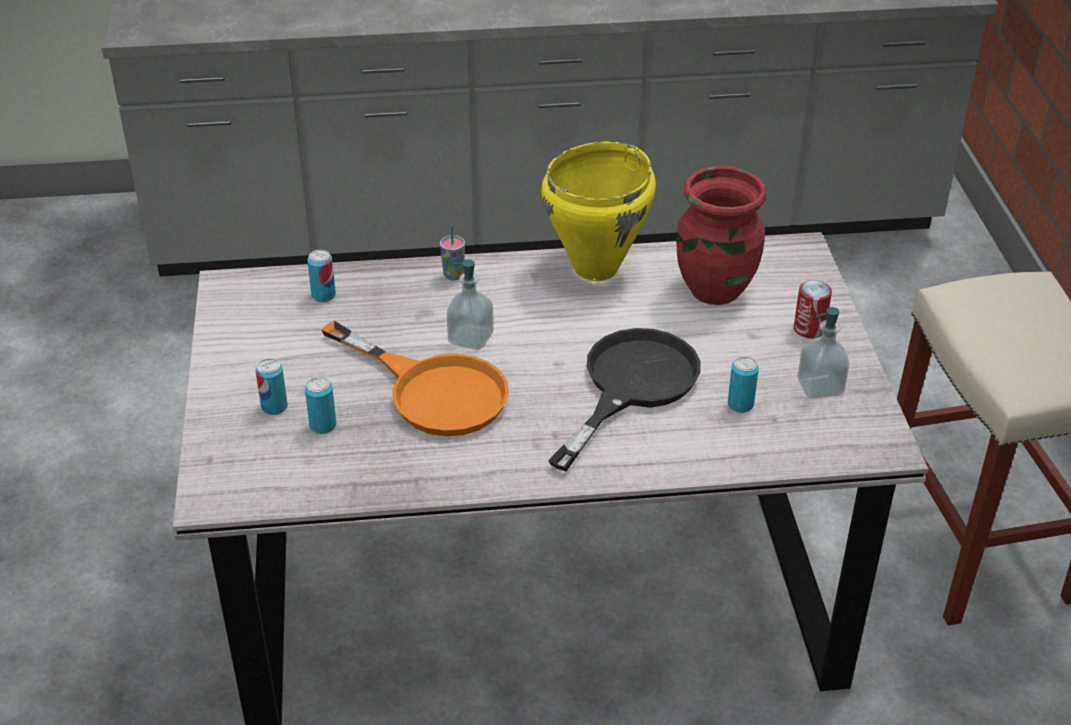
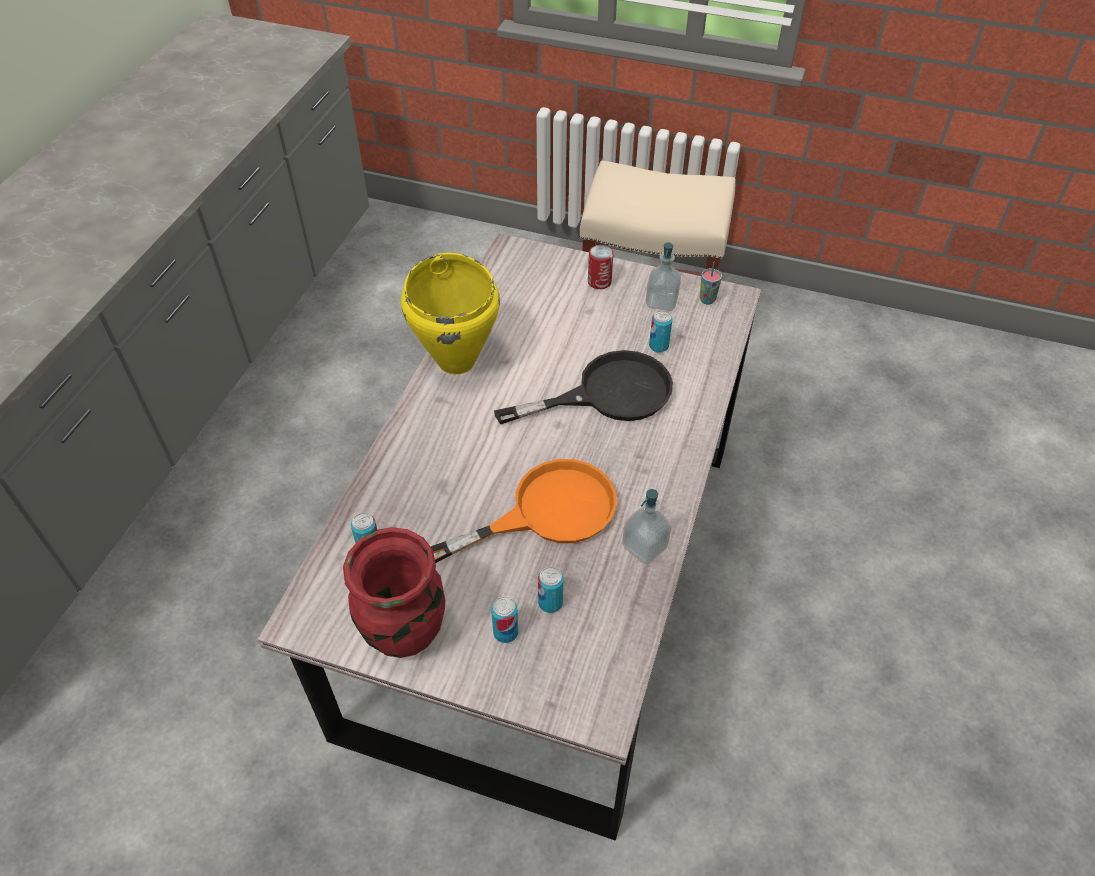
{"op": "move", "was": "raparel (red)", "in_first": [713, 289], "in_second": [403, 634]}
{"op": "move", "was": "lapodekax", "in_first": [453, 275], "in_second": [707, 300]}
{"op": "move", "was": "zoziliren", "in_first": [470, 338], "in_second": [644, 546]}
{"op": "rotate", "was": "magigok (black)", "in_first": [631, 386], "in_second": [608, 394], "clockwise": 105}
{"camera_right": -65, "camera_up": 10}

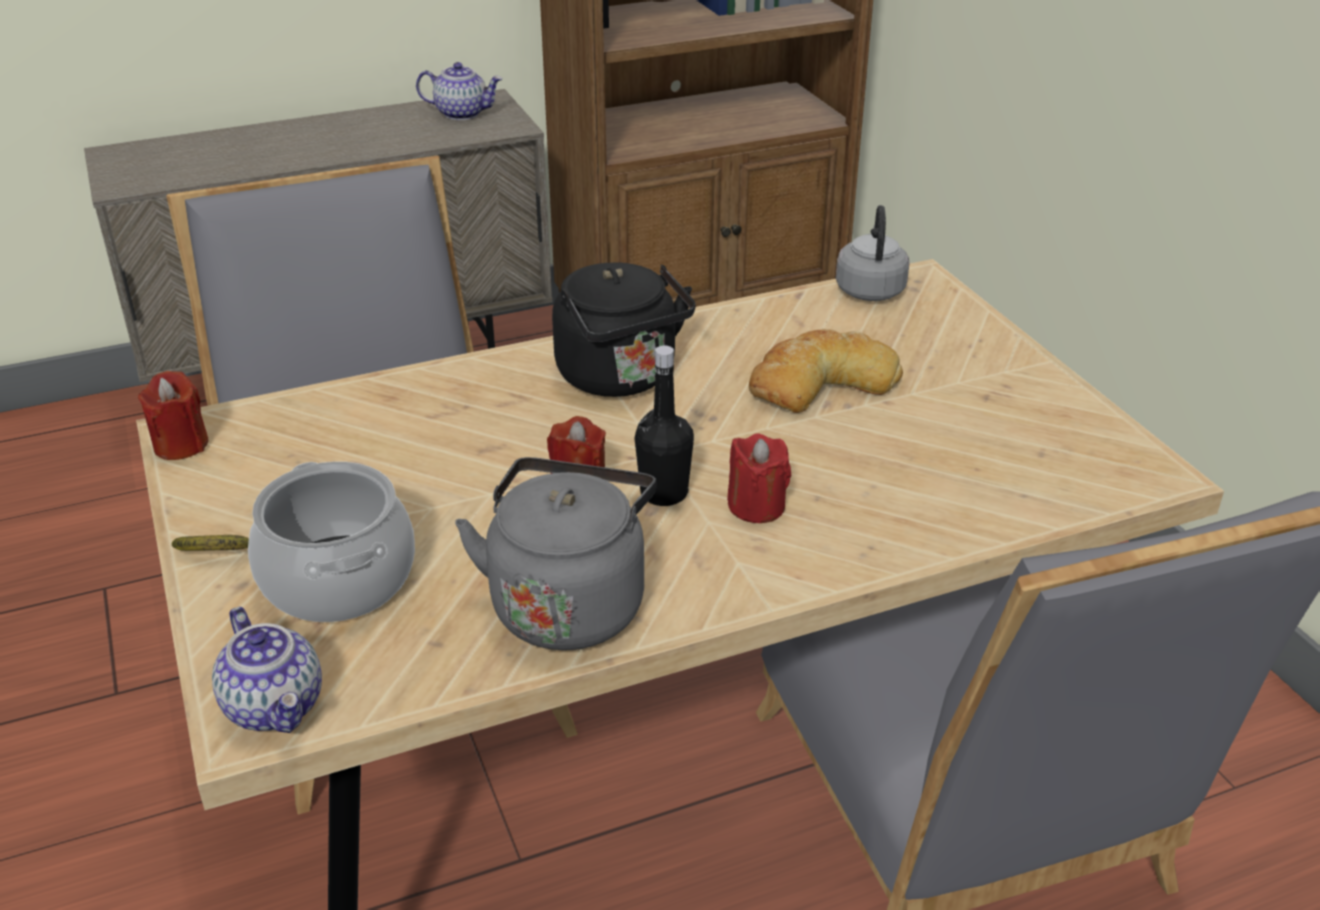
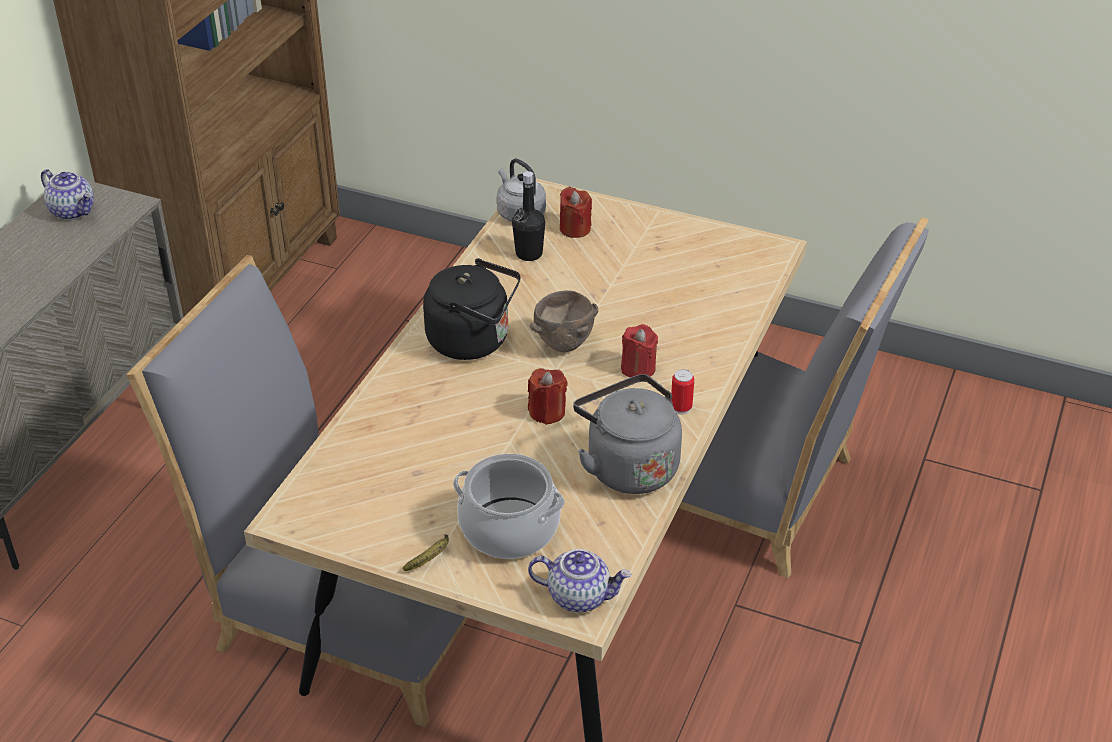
{"op": "rotate", "was": "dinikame", "in_first": [462, 113], "in_second": [73, 211], "clockwise": 75}
{"op": "delete", "was": "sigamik", "in_first": [820, 382]}
{"op": "move", "was": "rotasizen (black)", "in_first": [664, 493], "in_second": [529, 254]}
{"op": "move", "was": "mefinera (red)", "in_first": [181, 445], "in_second": [575, 229]}
{"op": "insert", "now": "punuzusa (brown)", "in_second": [564, 345]}
{"op": "insert", "now": "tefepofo", "in_second": [681, 407]}
{"camera_right": -45, "camera_up": 5}

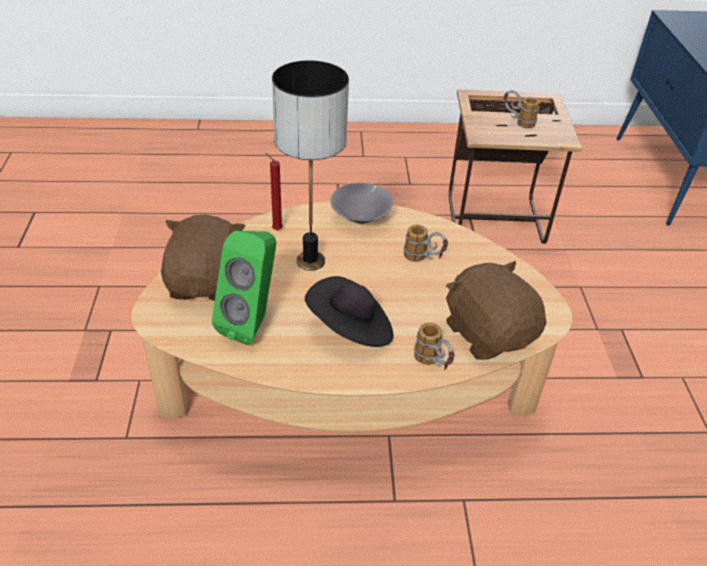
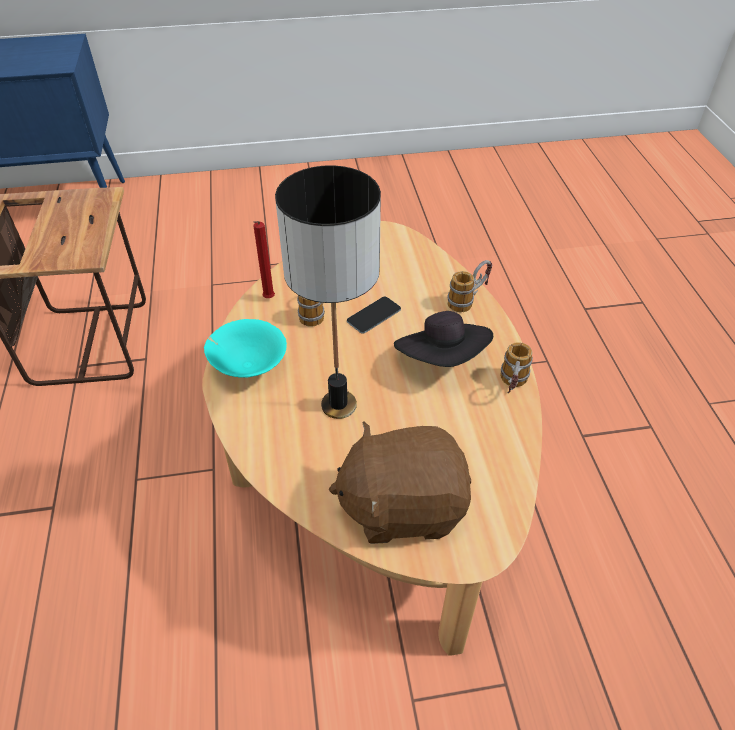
{"op": "move", "was": "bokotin", "in_first": [517, 122], "in_second": [512, 386]}
{"op": "move", "was": "mefinera (red)", "in_first": [275, 229], "in_second": [268, 299]}
{"op": "recolor", "was": "punuzusa (grey)", "now": "punuzusa (turquoise)", "in_first": [362, 219], "in_second": [247, 366]}
{"op": "delete", "was": "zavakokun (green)", "in_first": [252, 323]}
{"op": "delete", "was": "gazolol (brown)", "in_first": [488, 333]}
{"op": "insert", "now": "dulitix", "in_second": [374, 315]}
{"camera_right": -95, "camera_up": 5}

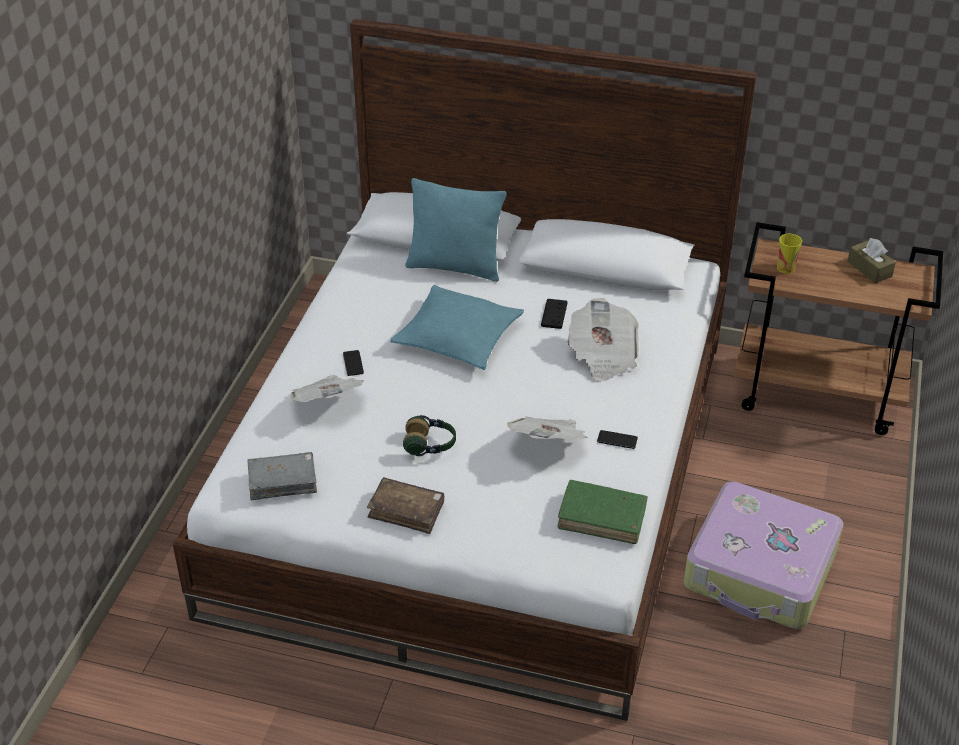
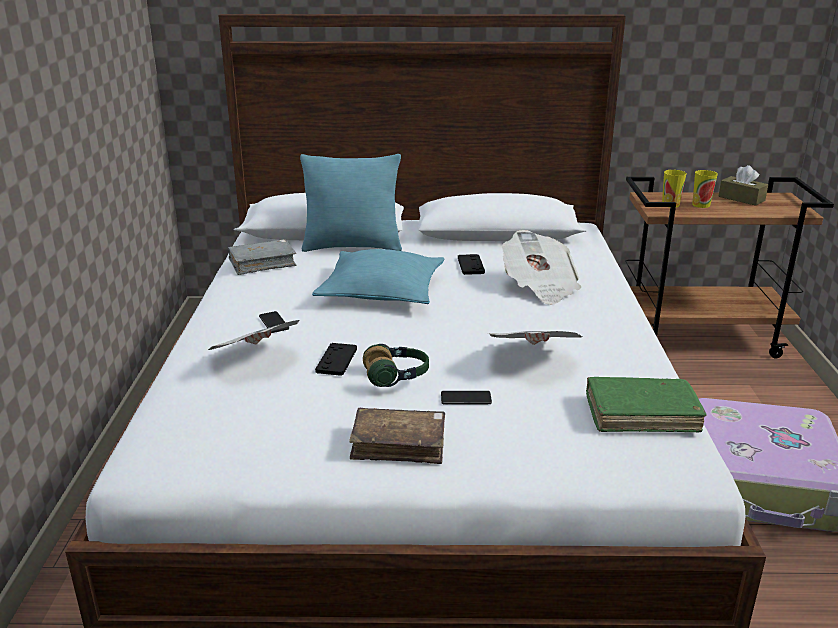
{"op": "move", "was": "dulitix", "in_first": [617, 440], "in_second": [466, 398]}
{"op": "move", "was": "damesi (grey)", "in_first": [282, 482], "in_second": [262, 264]}
{"op": "insert", "now": "lapodekax", "in_second": [701, 205]}
{"op": "insert", "now": "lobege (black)", "in_second": [336, 360]}
{"camera_right": -15, "camera_up": -15}

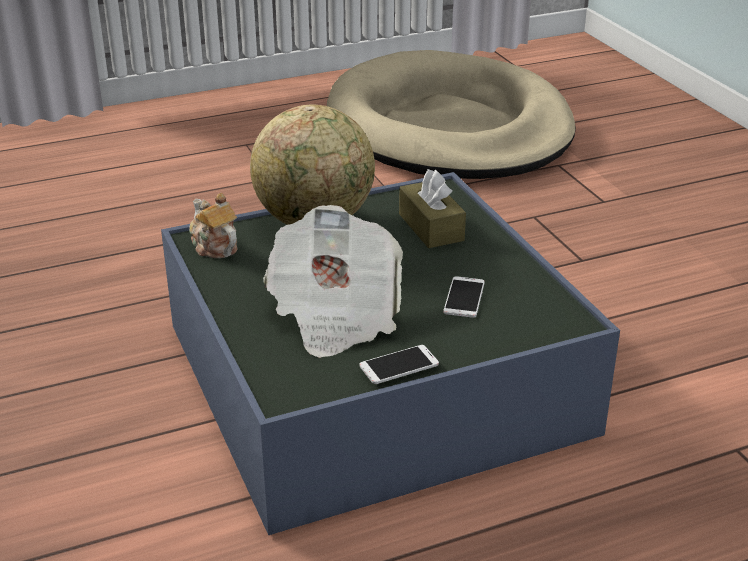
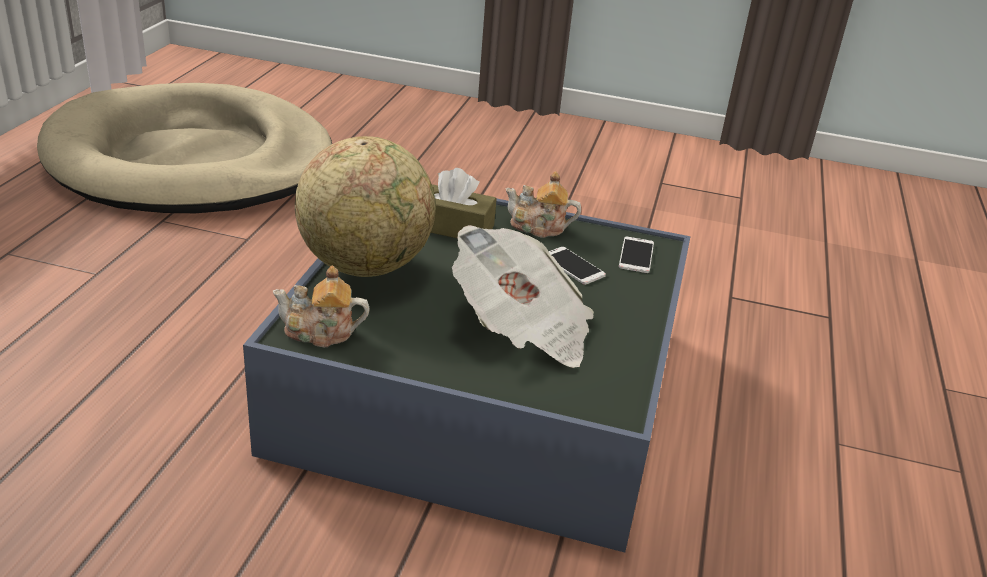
{"op": "move", "was": "dulitix", "in_first": [399, 365], "in_second": [636, 255]}
{"op": "insert", "now": "dinikame", "in_second": [539, 227]}
{"camera_right": -55, "camera_up": 0}

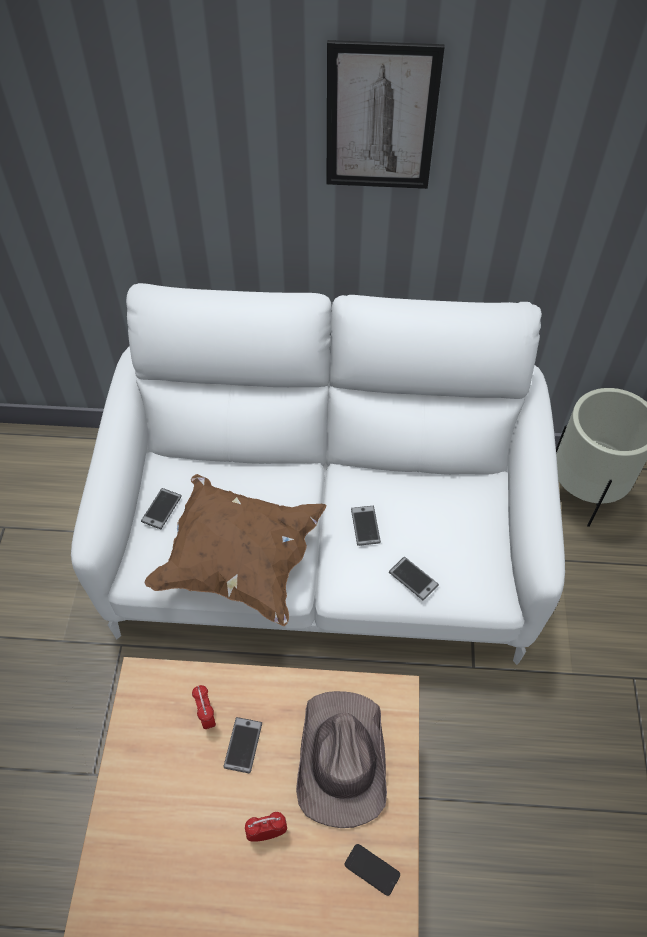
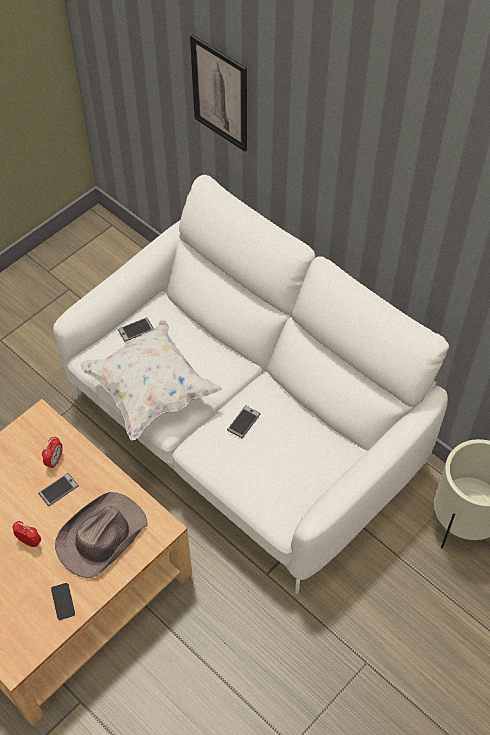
{"op": "move", "was": "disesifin", "in_first": [381, 118], "in_second": [220, 93]}
{"op": "recolor", "was": "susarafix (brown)", "now": "susarafix (white)", "in_first": [239, 561], "in_second": [150, 391]}
{"op": "delete", "was": "dulitix", "in_first": [413, 578]}
{"camera_right": 40, "camera_up": 0}

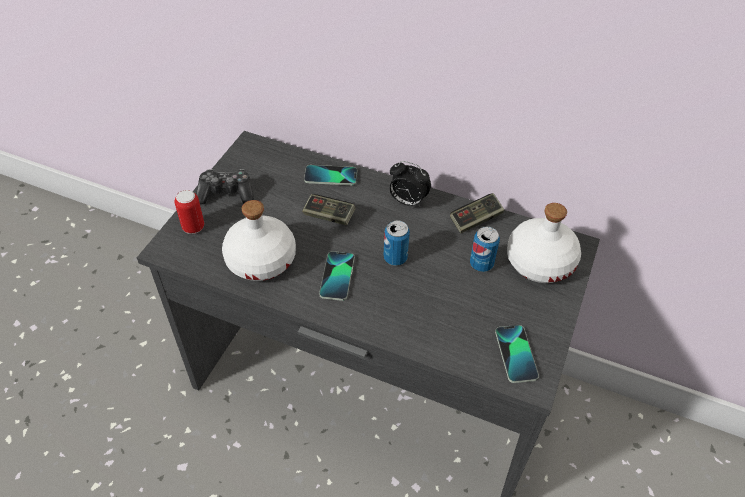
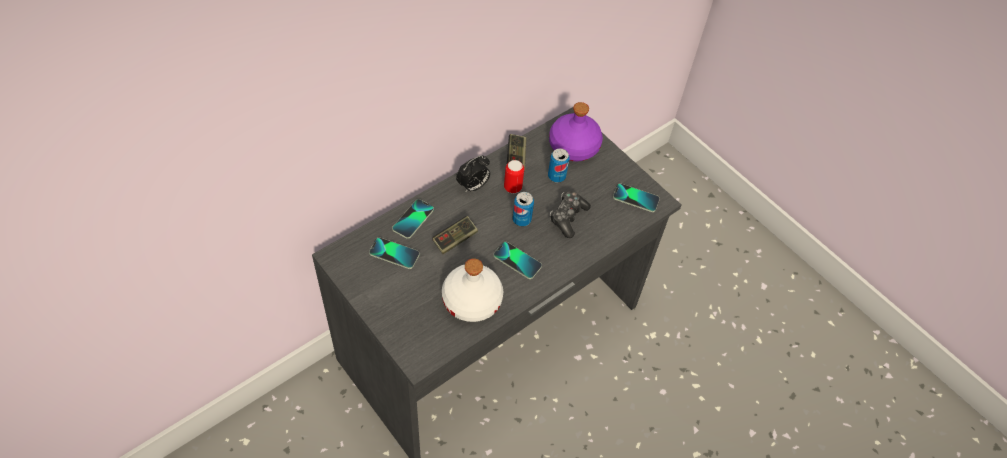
{"op": "move", "was": "lobege", "in_first": [226, 193], "in_second": [568, 217]}
{"op": "move", "was": "tefepofo", "in_first": [193, 227], "in_second": [512, 188]}
{"op": "recolor", "was": "rotasizen (white)", "now": "rotasizen (purple)", "in_first": [539, 261], "in_second": [573, 146]}
{"op": "insert", "now": "dulitix", "in_second": [394, 253]}
{"camera_right": -65, "camera_up": 5}

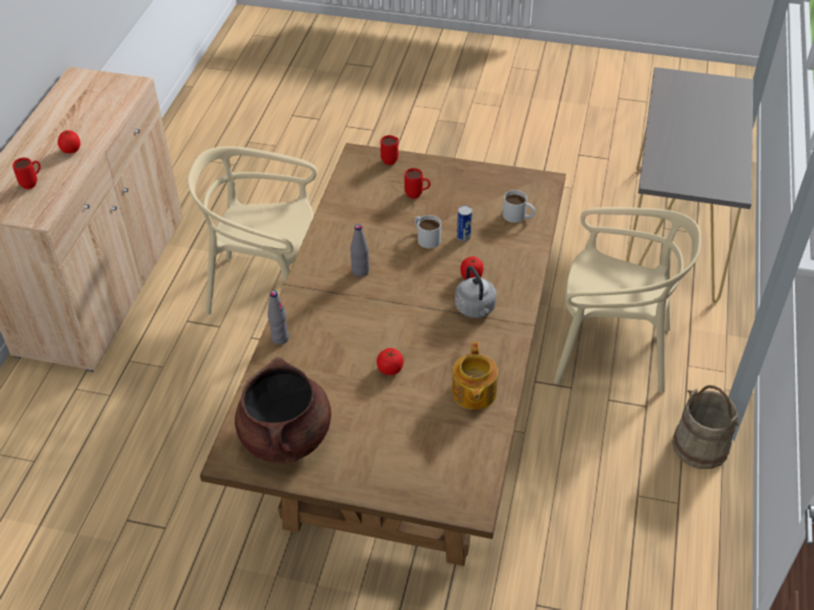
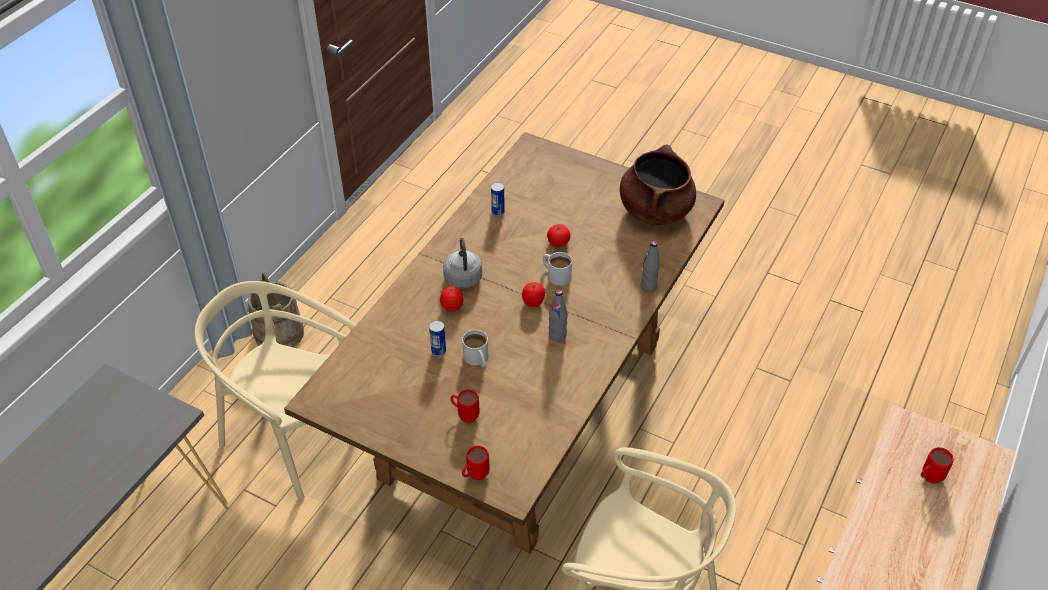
{"op": "move", "was": "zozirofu", "in_first": [71, 151], "in_second": [533, 302]}
{"op": "move", "was": "bokotin (white)", "in_first": [518, 216], "in_second": [555, 274]}
{"op": "replace", "was": "dinikame", "now": "tefepofo", "in_first": [473, 393], "in_second": [498, 212]}
{"camera_right": -165, "camera_up": 0}

